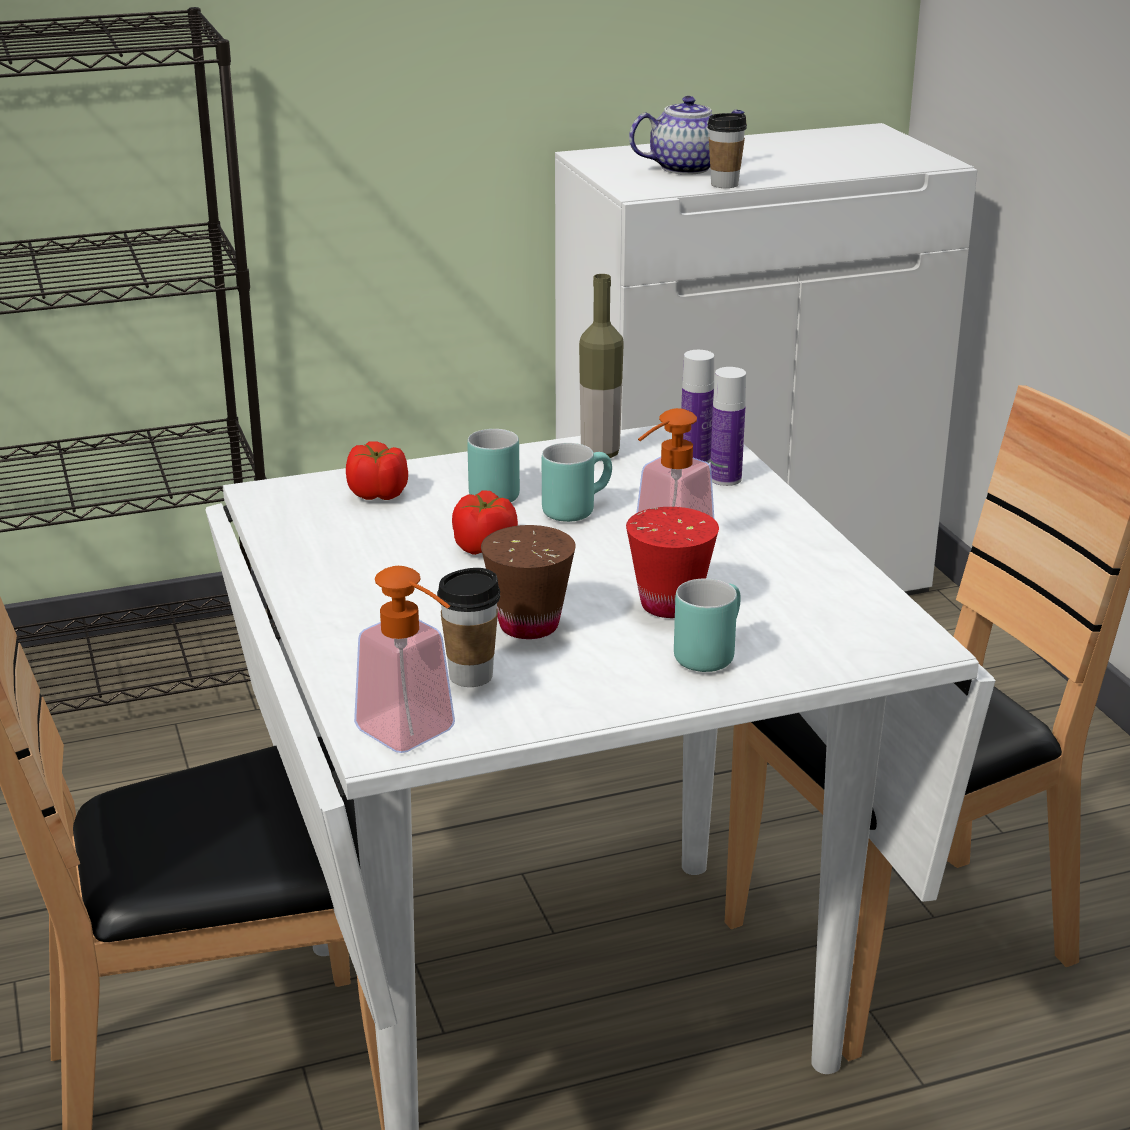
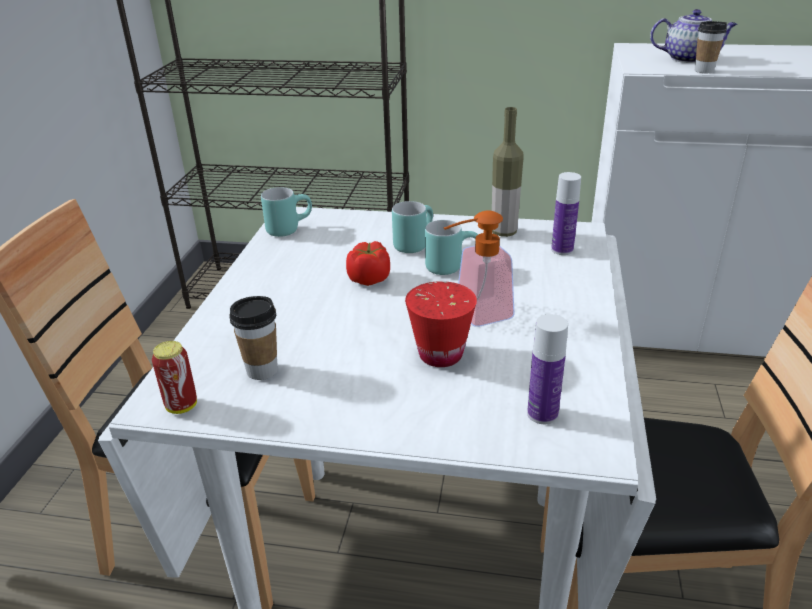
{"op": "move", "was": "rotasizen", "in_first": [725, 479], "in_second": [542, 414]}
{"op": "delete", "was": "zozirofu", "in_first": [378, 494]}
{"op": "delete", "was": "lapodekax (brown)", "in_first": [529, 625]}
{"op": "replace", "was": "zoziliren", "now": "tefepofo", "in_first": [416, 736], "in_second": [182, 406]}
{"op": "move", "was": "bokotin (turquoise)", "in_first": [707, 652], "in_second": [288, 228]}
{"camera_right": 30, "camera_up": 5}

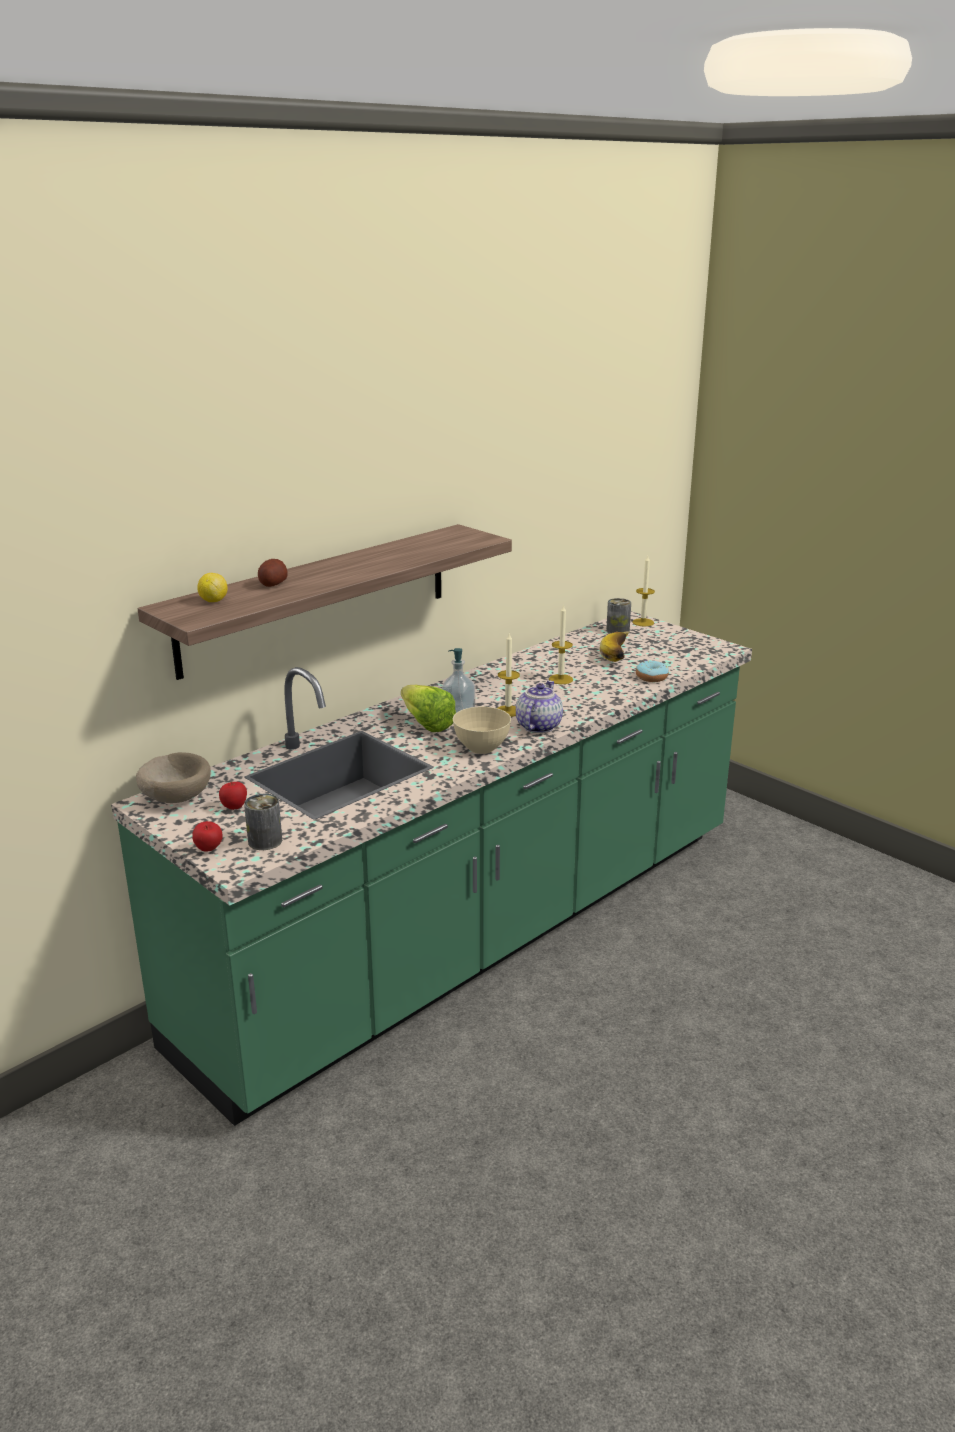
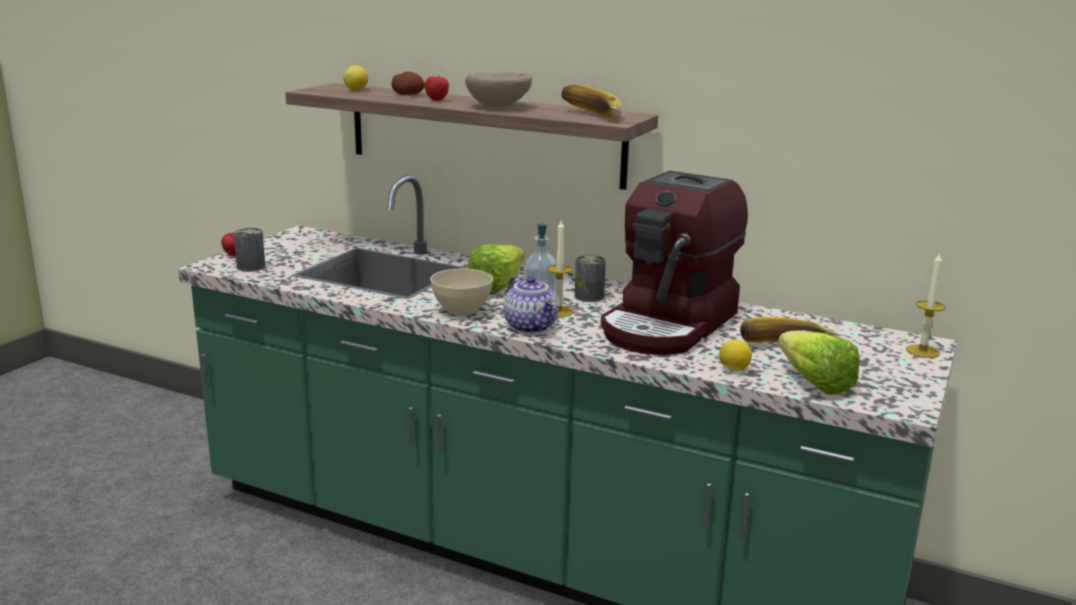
{"op": "move", "was": "tefepofo", "in_first": [617, 631], "in_second": [589, 297]}
{"op": "replace", "was": "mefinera", "now": "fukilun", "in_first": [560, 679], "in_second": [670, 325]}
{"op": "replace", "was": "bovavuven", "now": "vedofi", "in_first": [651, 677], "in_second": [733, 369]}
{"op": "rotate", "was": "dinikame", "in_first": [537, 726], "in_second": [532, 327], "clockwise": 60}
{"op": "move", "was": "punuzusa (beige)", "in_first": [176, 797], "in_second": [499, 106]}
{"op": "move", "was": "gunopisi", "in_first": [234, 808], "in_second": [437, 101]}
{"op": "insert", "now": "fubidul", "in_second": [588, 116]}
{"op": "insert", "now": "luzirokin", "in_second": [811, 380]}
{"camera_right": 70, "camera_up": -5}

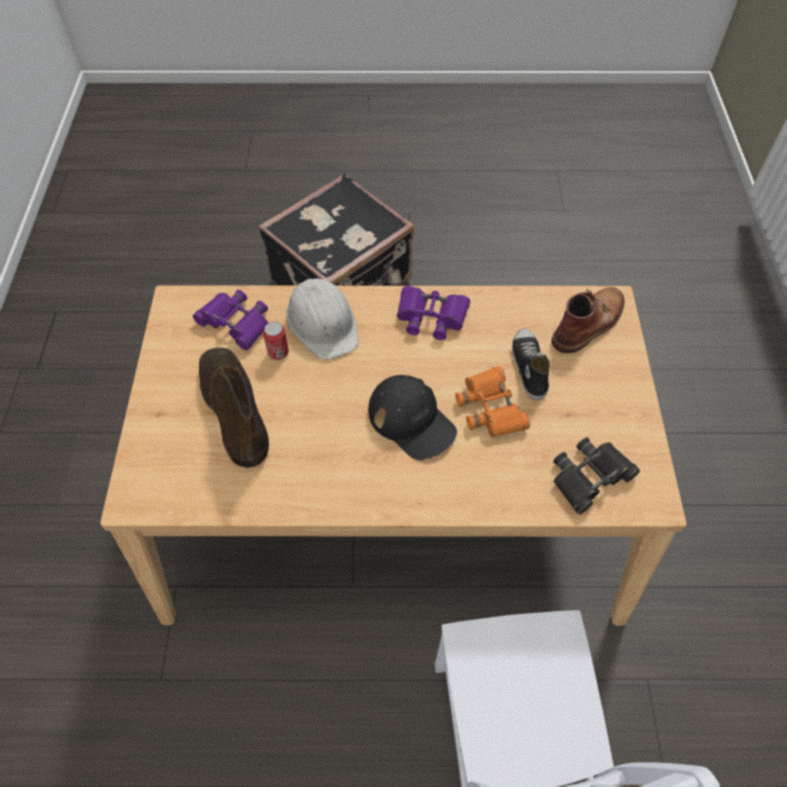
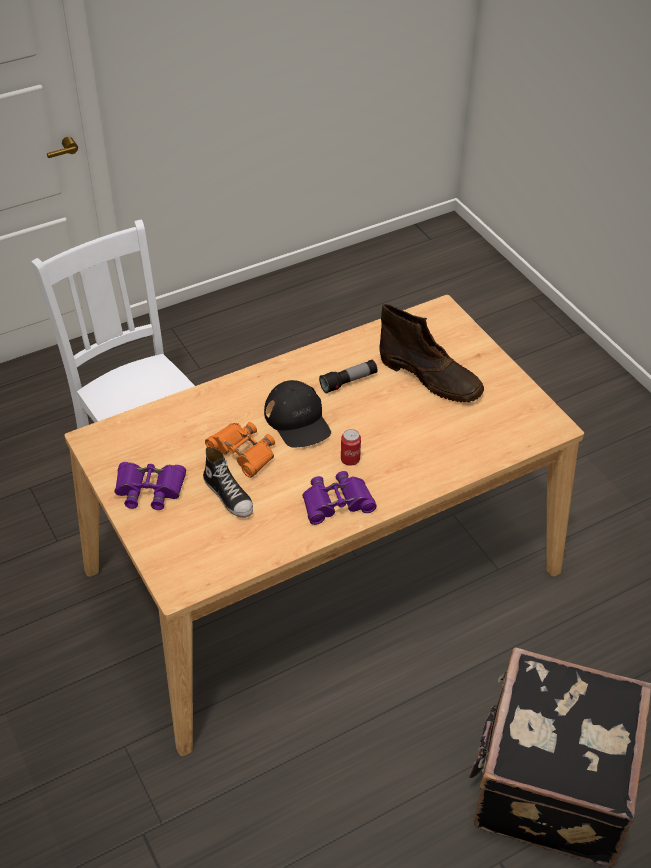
{"op": "delete", "was": "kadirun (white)", "in_first": [323, 322]}
{"op": "delete", "was": "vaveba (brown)", "in_first": [589, 322]}
{"op": "move", "was": "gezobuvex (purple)", "in_first": [235, 323], "in_second": [149, 489]}
{"op": "move", "was": "tefepofo", "in_first": [278, 353], "in_second": [350, 459]}
{"op": "rotate", "was": "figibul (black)", "in_first": [411, 420], "in_second": [297, 420], "clockwise": -135}
{"op": "delete", "was": "gezobuvex (black)", "in_first": [590, 477]}
{"op": "insert", "now": "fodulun", "in_second": [348, 382]}
{"camera_right": 150, "camera_up": -10}

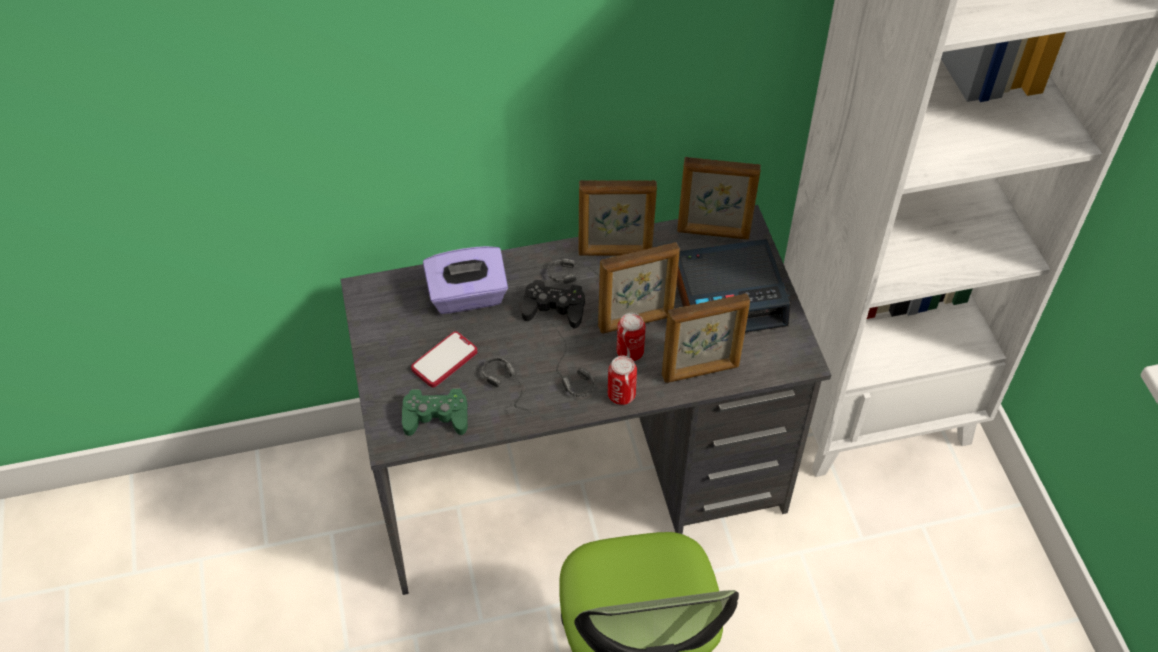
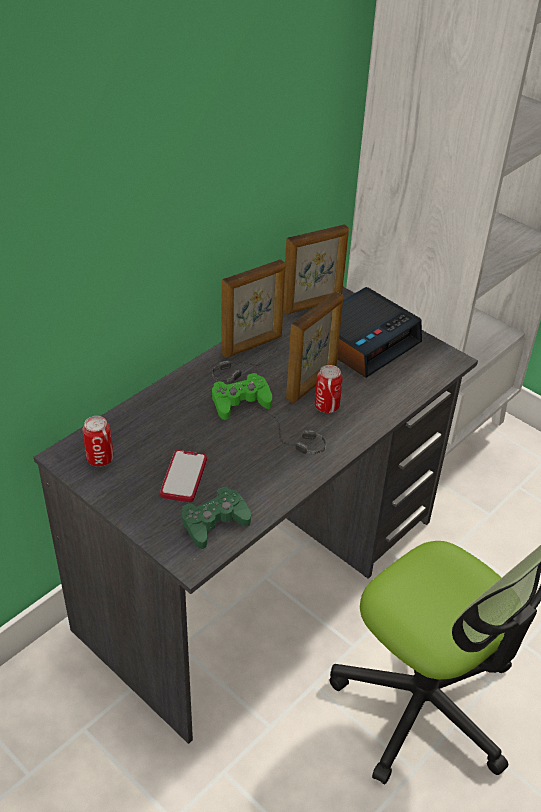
{"op": "delete", "was": "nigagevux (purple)", "in_first": [468, 297]}
{"op": "recolor", "was": "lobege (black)", "now": "lobege (green)", "in_first": [554, 308], "in_second": [240, 402]}
{"op": "delete", "was": "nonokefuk", "in_first": [701, 371]}
{"op": "move", "was": "tefepofo", "in_first": [621, 395], "in_second": [100, 458]}
{"op": "delete", "was": "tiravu", "in_first": [514, 391]}
{"camera_right": -35, "camera_up": -10}

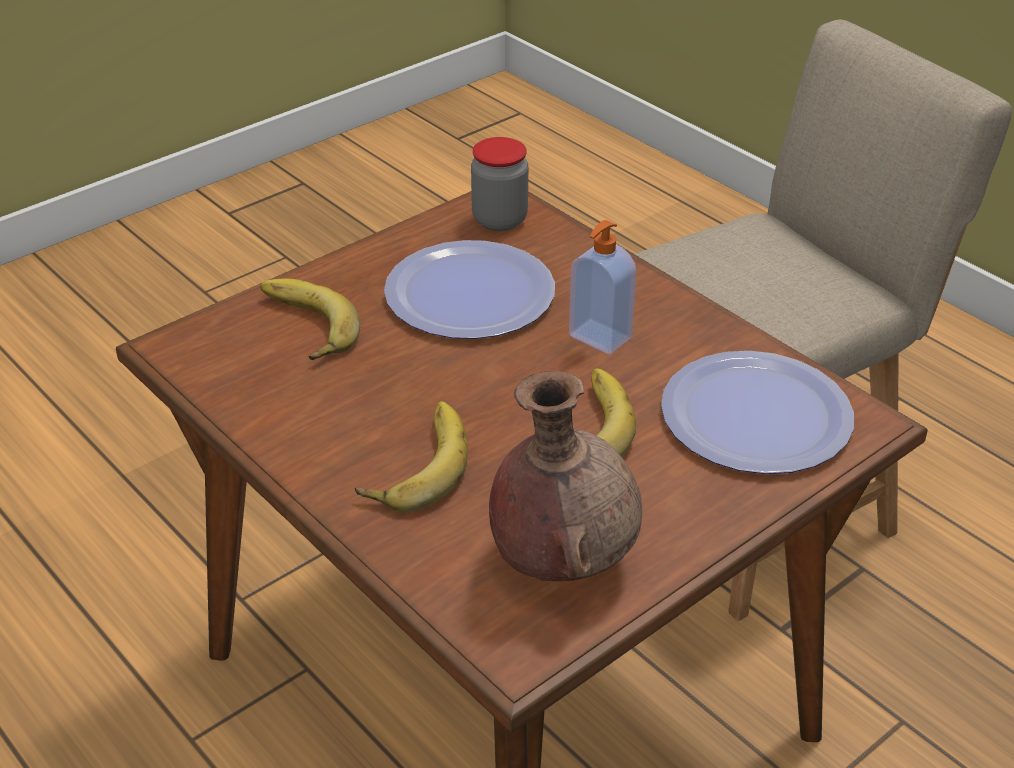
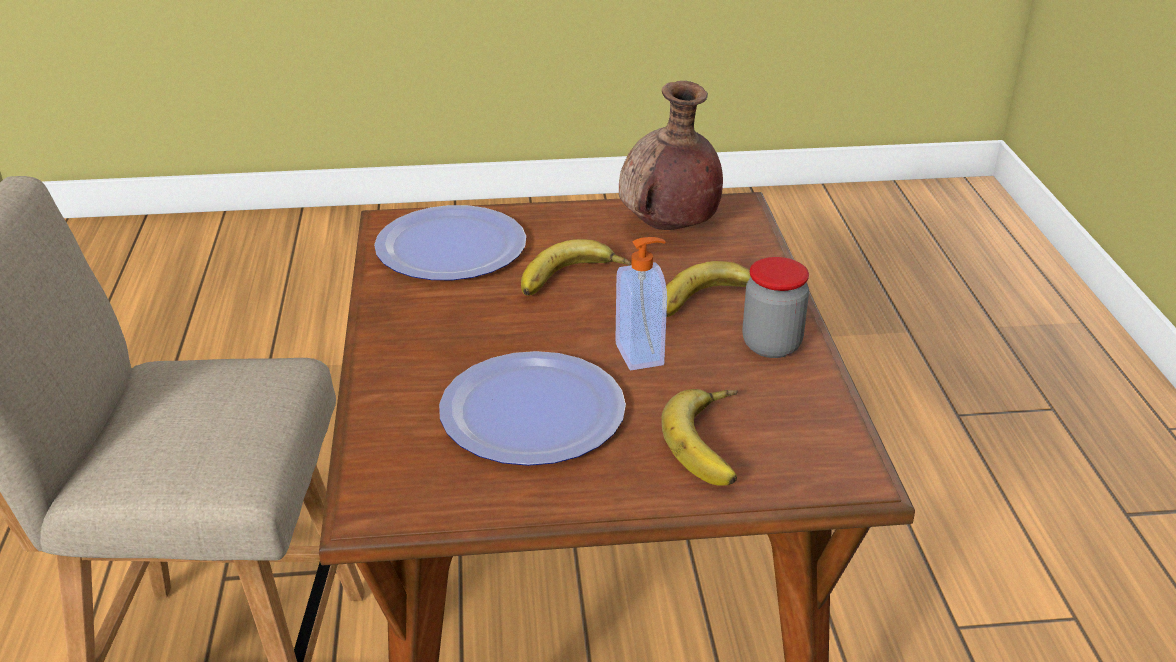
{"op": "move", "was": "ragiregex", "in_first": [499, 220], "in_second": [771, 345]}
{"op": "move", "was": "zoziliren", "in_first": [598, 338], "in_second": [641, 354]}
{"camera_right": -145, "camera_up": -5}

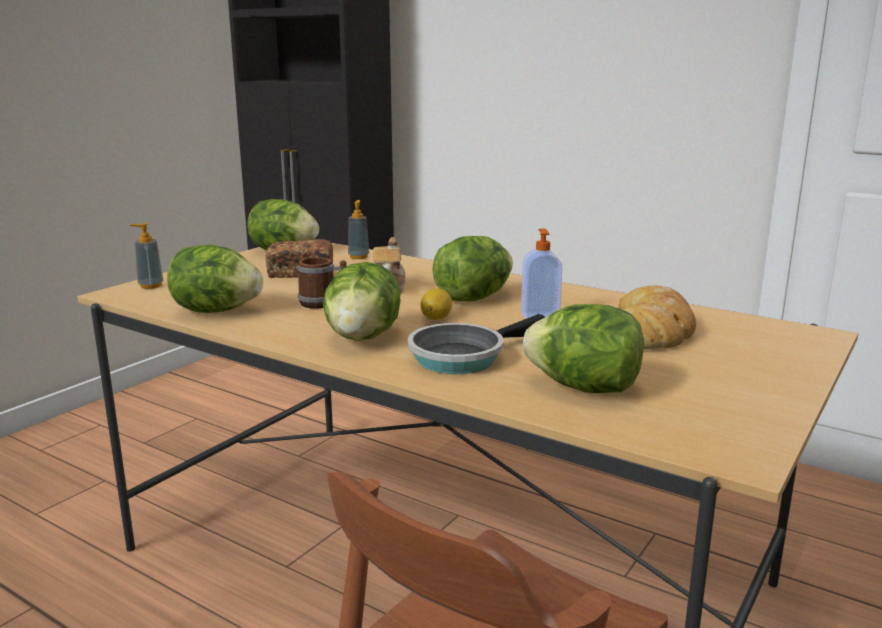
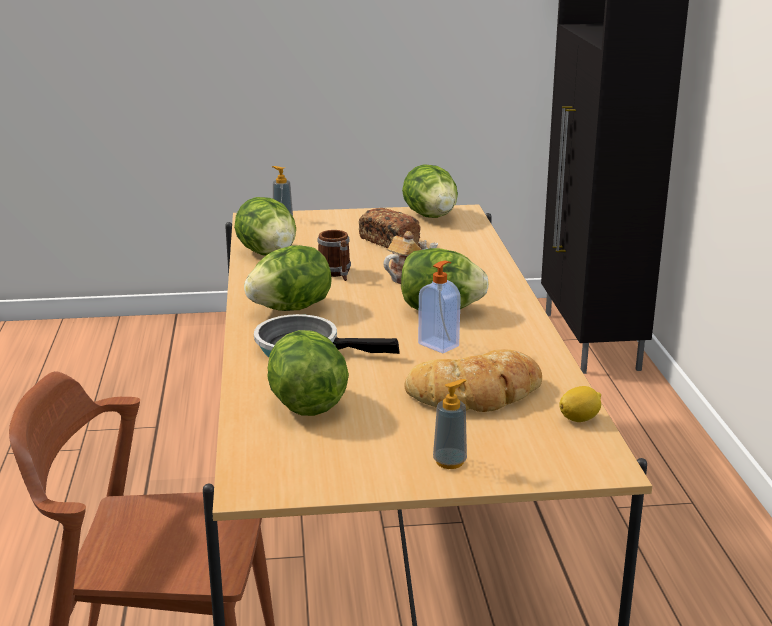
{"op": "move", "was": "zoziliren", "in_first": [358, 257], "in_second": [449, 462]}
{"op": "move", "was": "vedofi", "in_first": [436, 318], "in_second": [579, 419]}
{"camera_right": 50, "camera_up": 5}

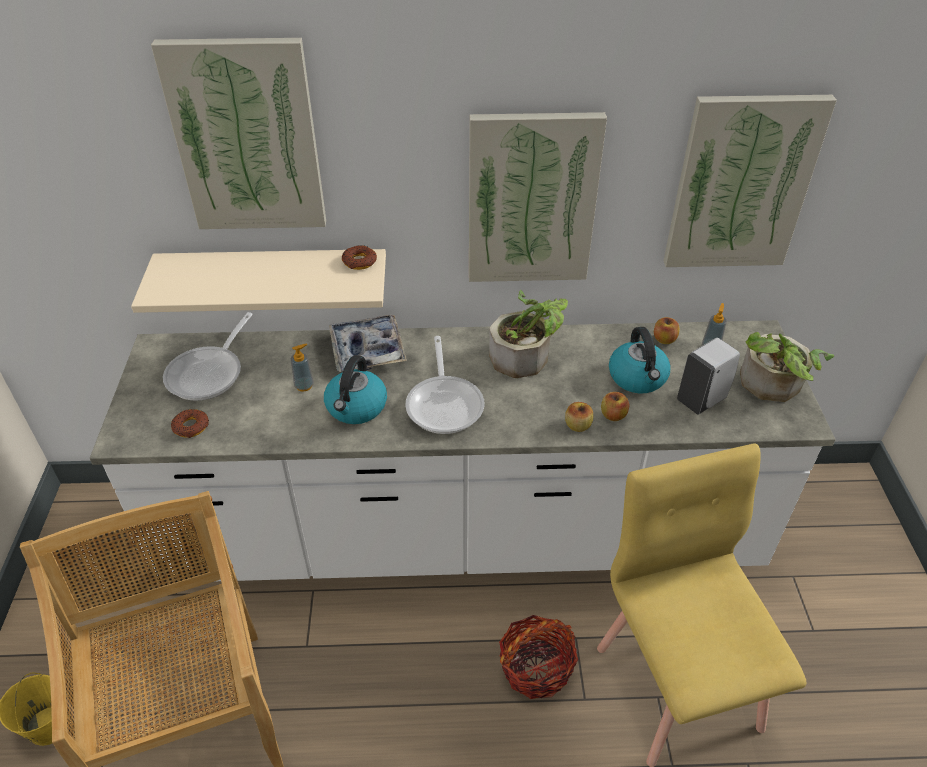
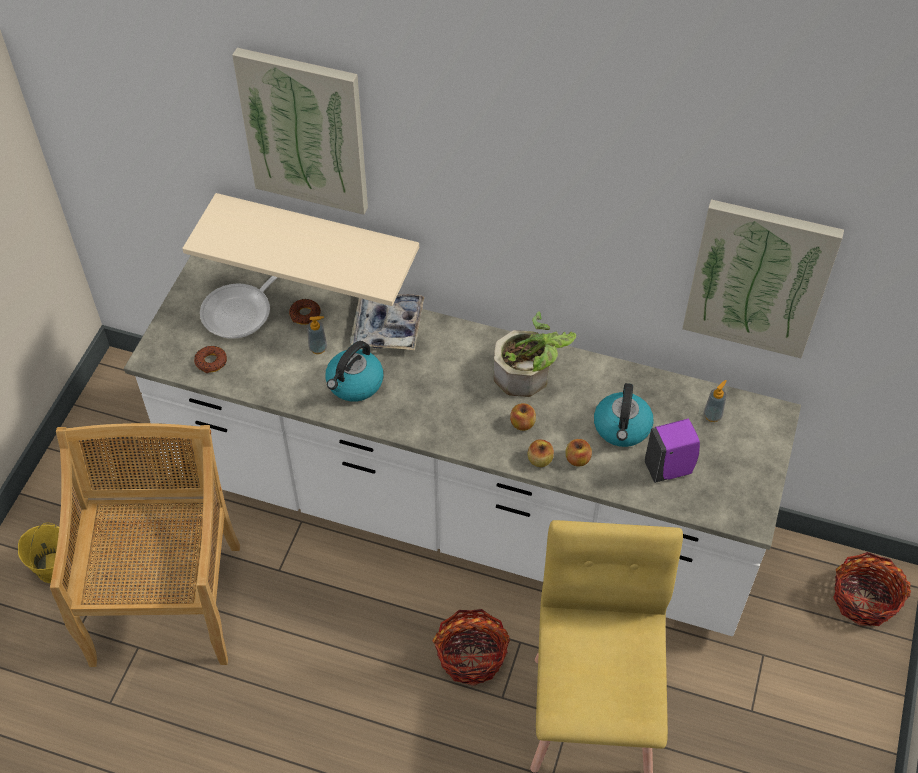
{"op": "delete", "was": "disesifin", "in_first": [531, 200]}
{"op": "move", "was": "bovavuven", "in_first": [359, 261], "in_second": [305, 314]}
{"op": "move", "was": "gunopisi", "in_first": [664, 339], "in_second": [522, 424]}
{"op": "delete", "was": "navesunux", "in_first": [771, 387]}
{"op": "delete", "was": "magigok", "in_first": [445, 403]}
{"op": "recolor", "was": "zoziliren (white)", "now": "zoziliren (purple)", "in_first": [702, 400], "in_second": [670, 468]}
{"op": "insert", "now": "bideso", "in_second": [864, 599]}
{"camera_right": 20, "camera_up": 10}

